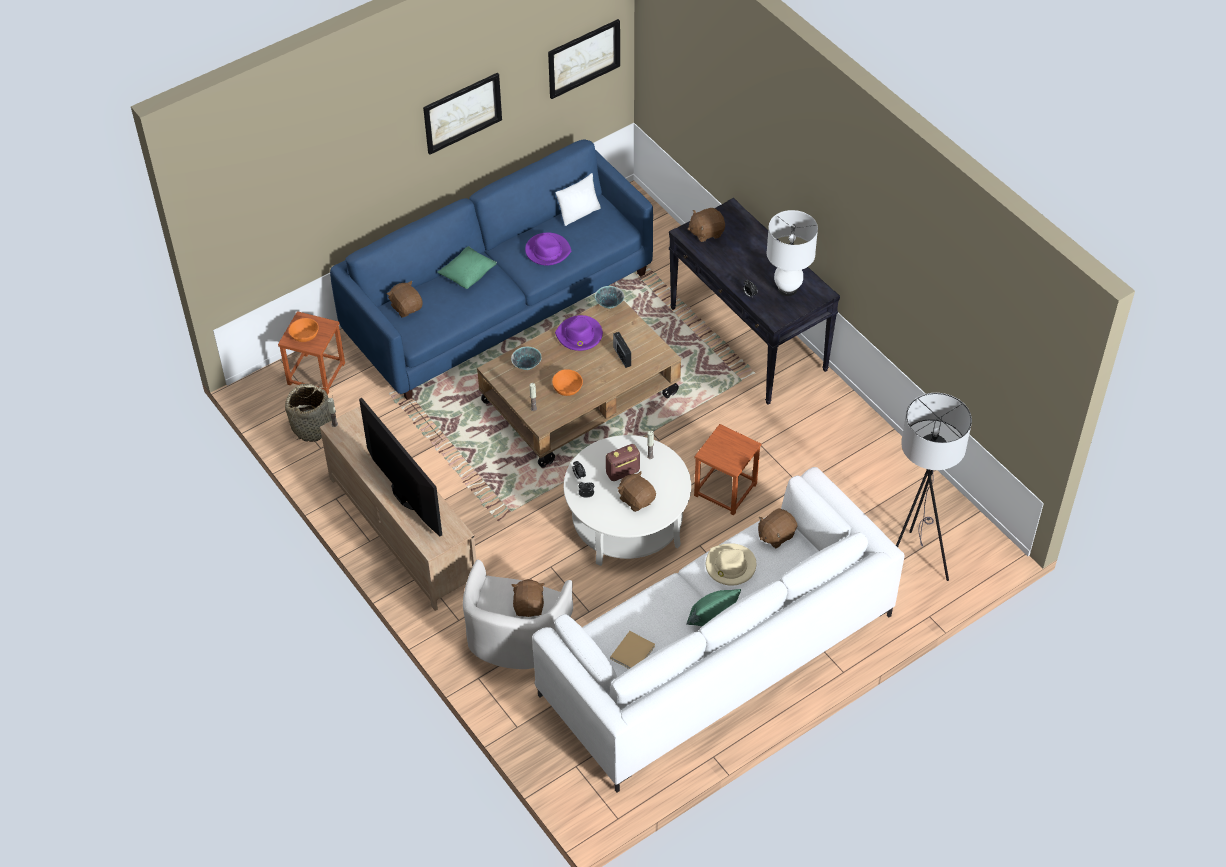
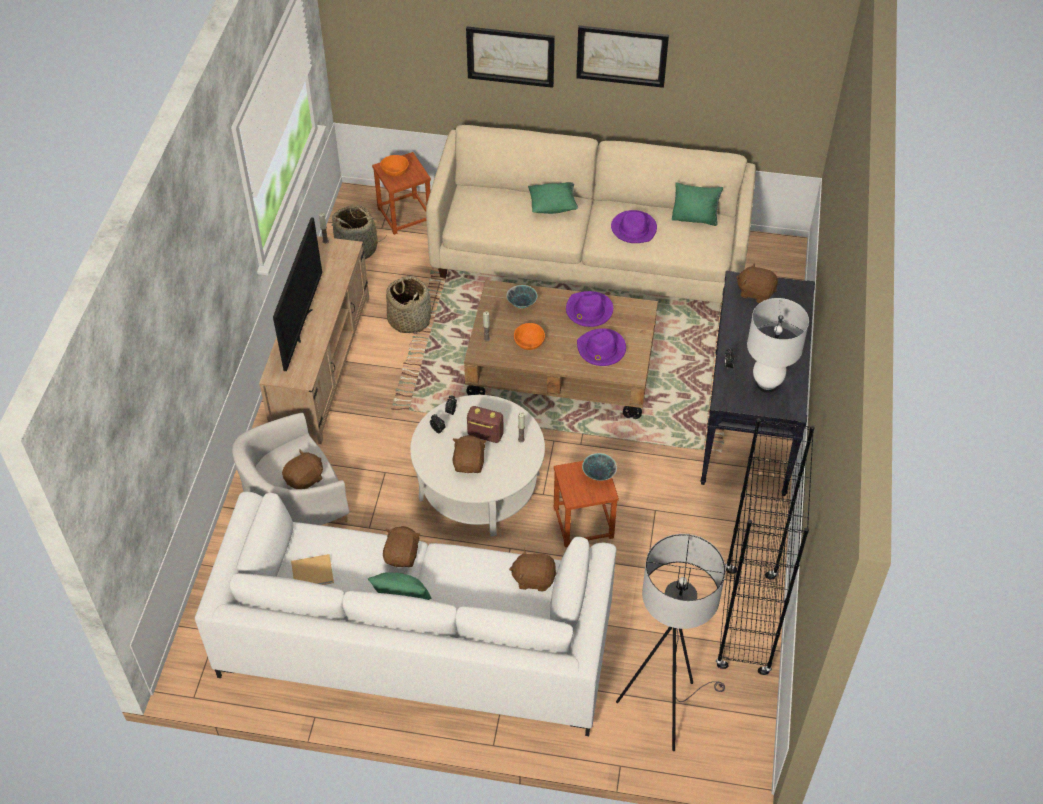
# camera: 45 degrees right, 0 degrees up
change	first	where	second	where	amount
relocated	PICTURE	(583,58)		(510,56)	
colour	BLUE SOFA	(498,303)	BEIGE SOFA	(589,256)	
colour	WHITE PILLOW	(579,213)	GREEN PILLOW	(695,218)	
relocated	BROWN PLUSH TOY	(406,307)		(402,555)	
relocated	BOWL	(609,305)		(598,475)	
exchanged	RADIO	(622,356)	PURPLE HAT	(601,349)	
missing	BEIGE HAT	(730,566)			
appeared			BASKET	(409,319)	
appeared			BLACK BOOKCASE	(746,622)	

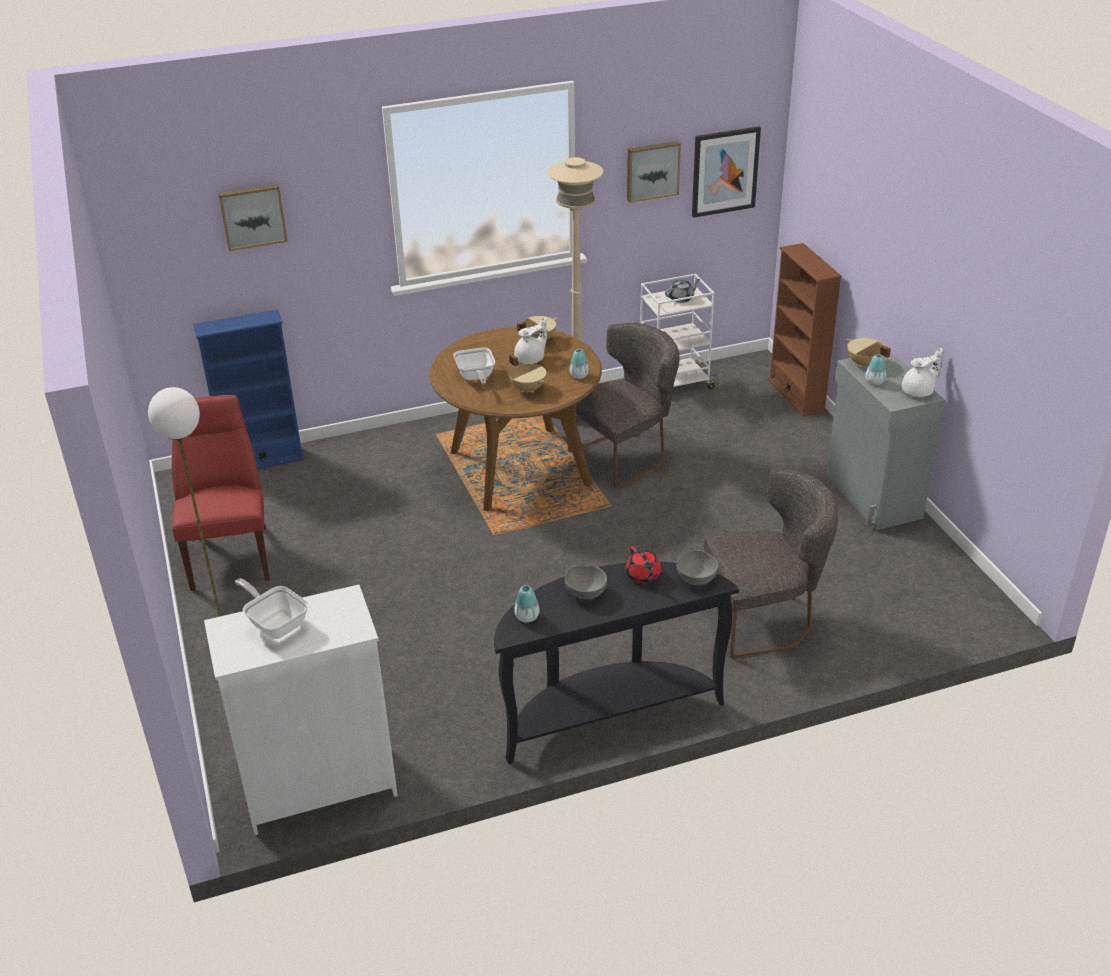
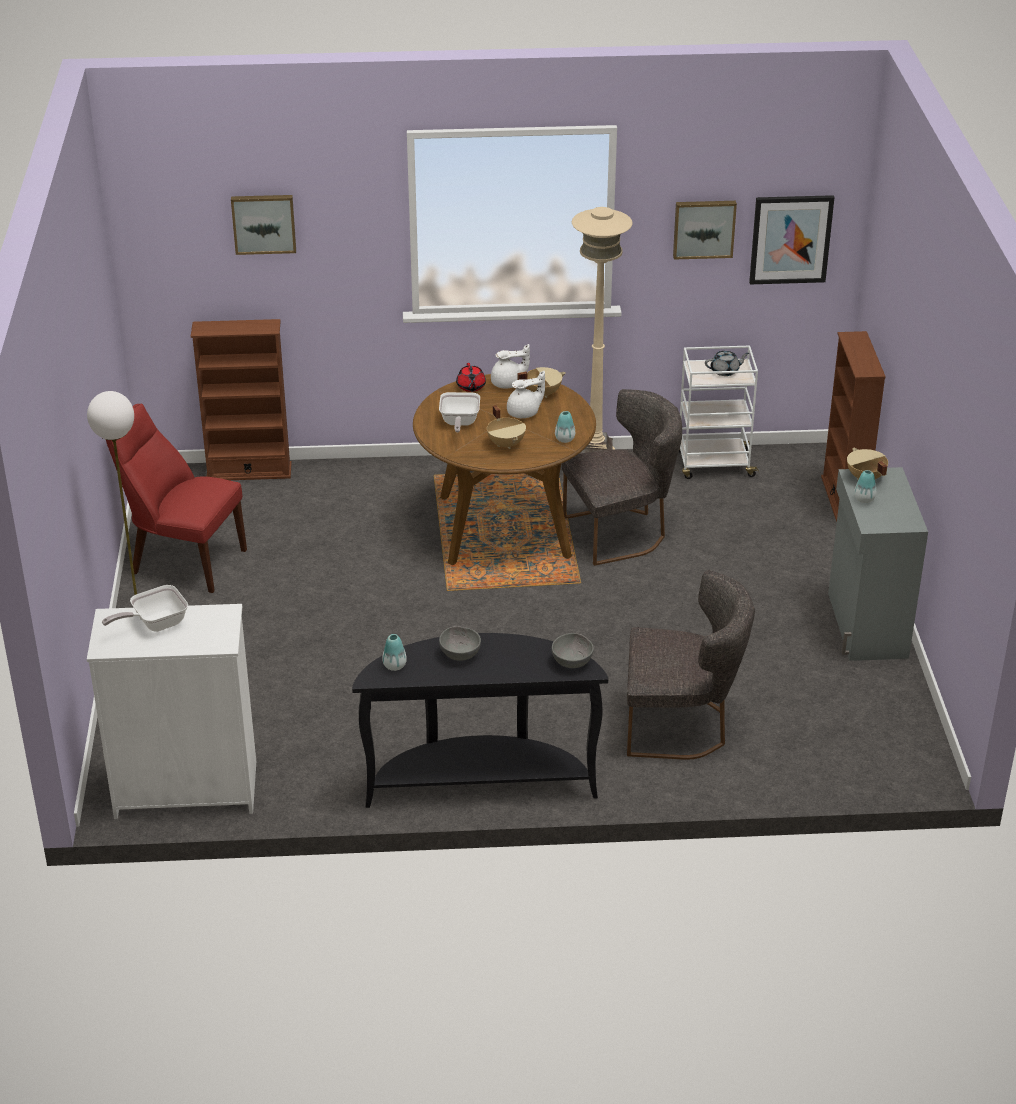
# camera: 15 degrees right, 0 degrees up
change	first	where	second	where	amount
colour	BLUE BOOKCASE	(263,460)	BROWN BOOKCASE	(249,472)	
relocated	WHITE TEAPOT	(919,391)		(508,384)	
spun	RED CHAIR	(231,554)		(184,561)	75 degrees counterclockwise
relocated	RED TEAPOT	(643,576)		(471,387)	
spun	FRYING PAN	(275,623)		(155,624)	90 degrees counterclockwise

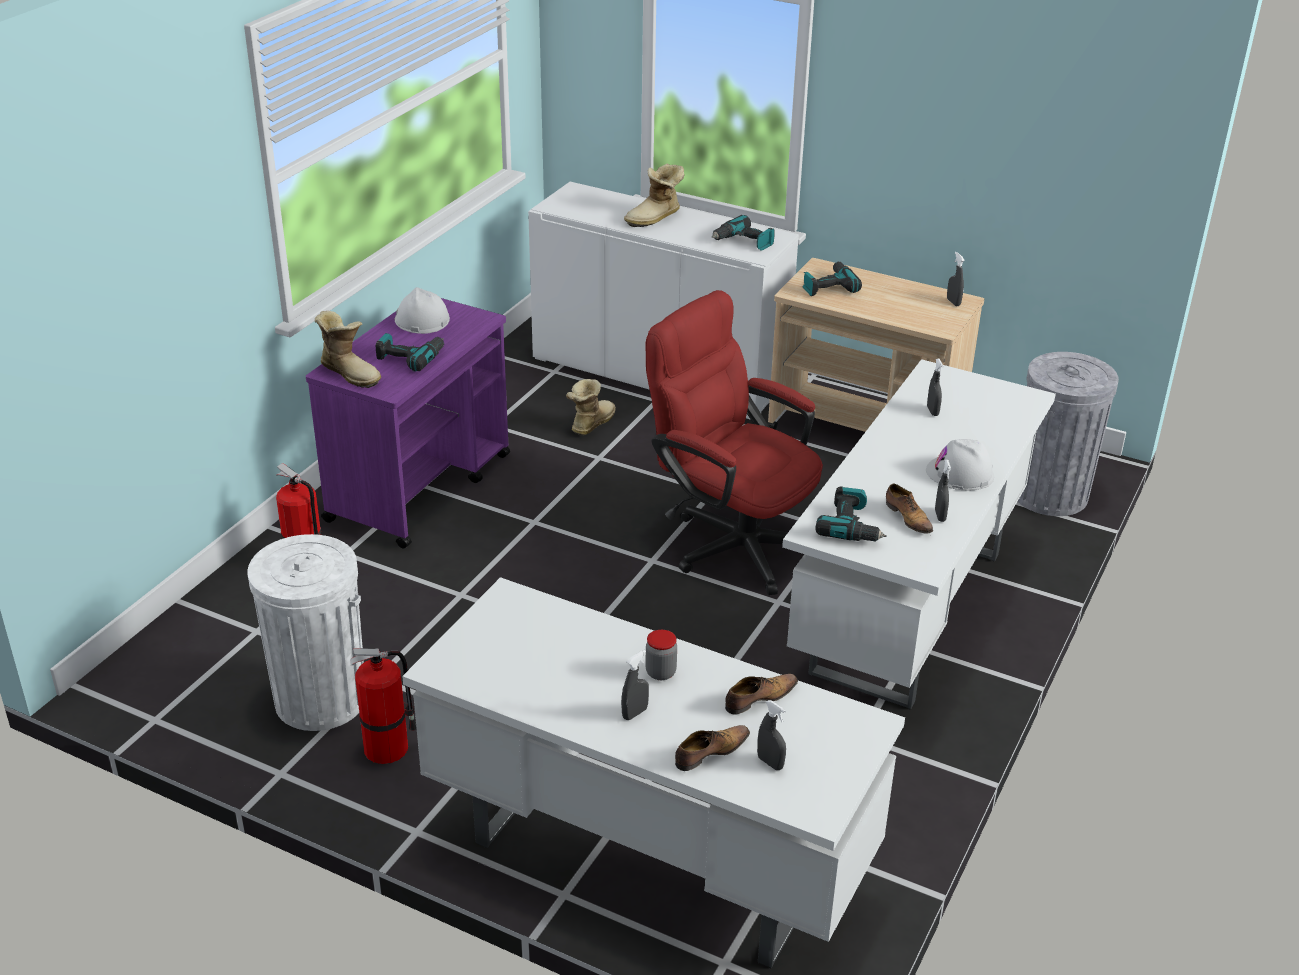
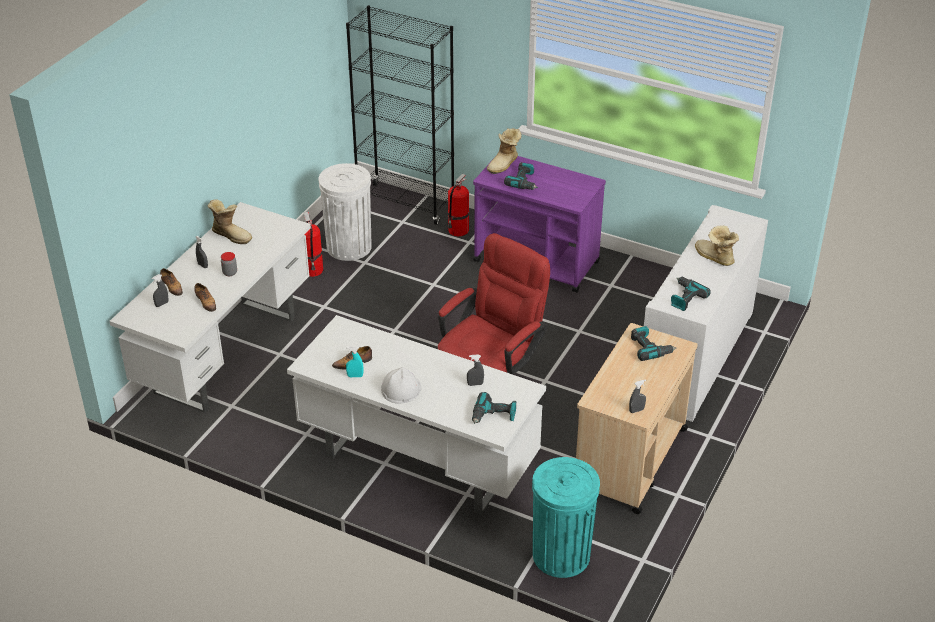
# camera: 90 degrees right, 5 degrees up
change	first	where	second	where	amount
missing	WHITE HARD HAT	(422,320)			
colour	GREY TRASH CAN	(1049,494)	TURQUOISE TRASH CAN	(561,555)	
relocated	BOOT	(590,424)		(231,235)	
colour	GREY SPRAY BOTTLE	(940,516)	TURQUOISE SPRAY BOTTLE	(355,376)	
relocated	POWER DRILL	(851,526)		(493,416)	
appeared			BLACK BOOKCASE	(406,204)	

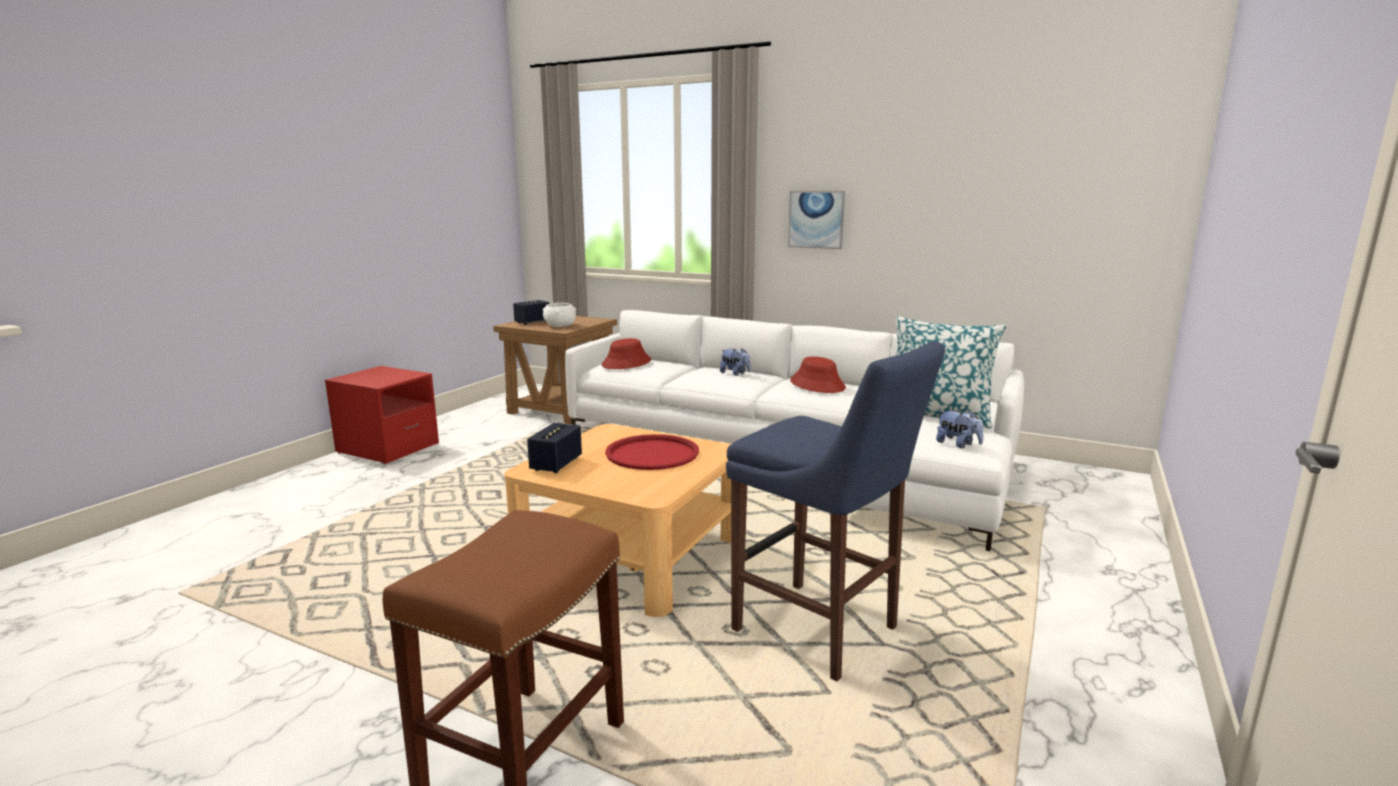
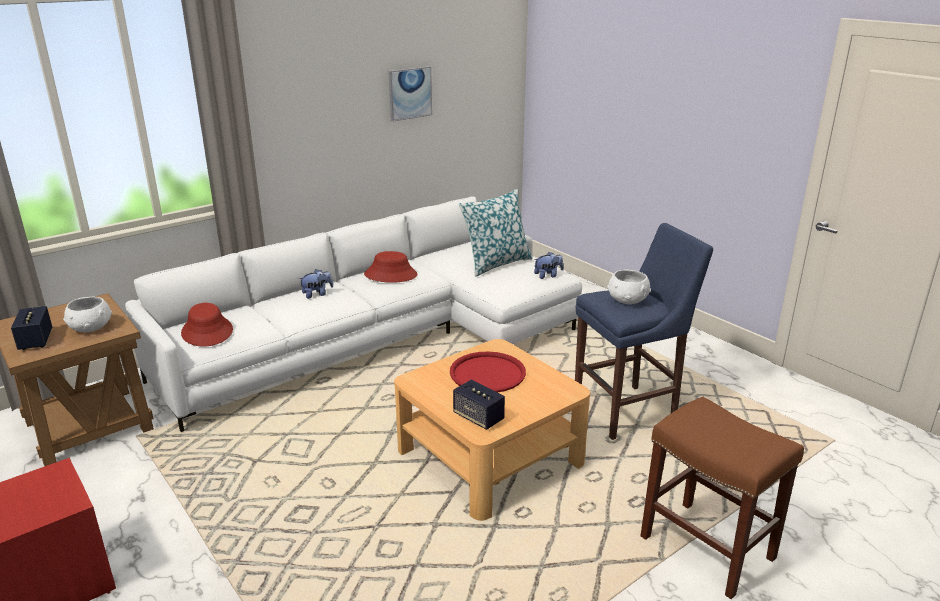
# camera: 65 degrees left, 10 degrees up
change	first	where	second	where	amount
relocated	PICTURE	(816,219)		(410,93)	
appeared			WHITE BOWL	(627,300)	

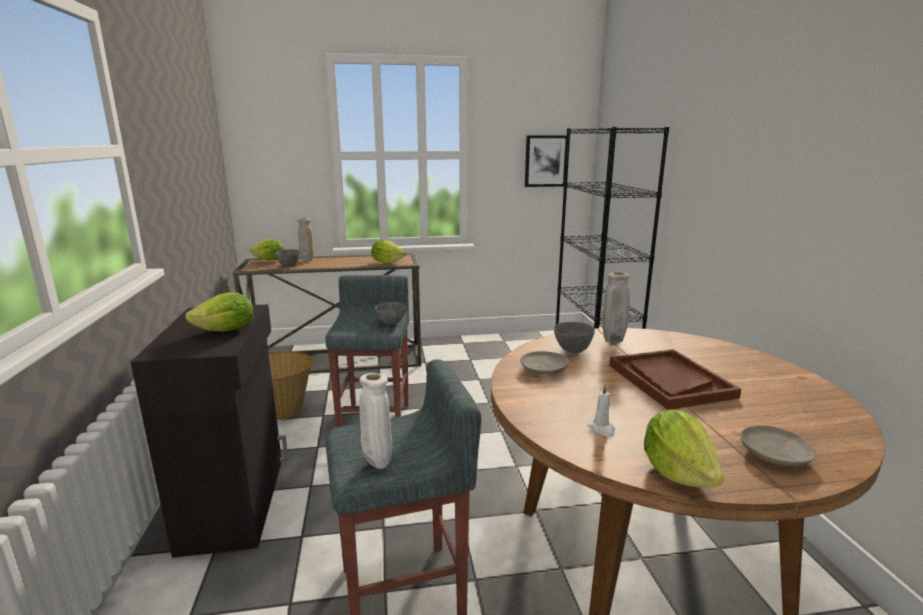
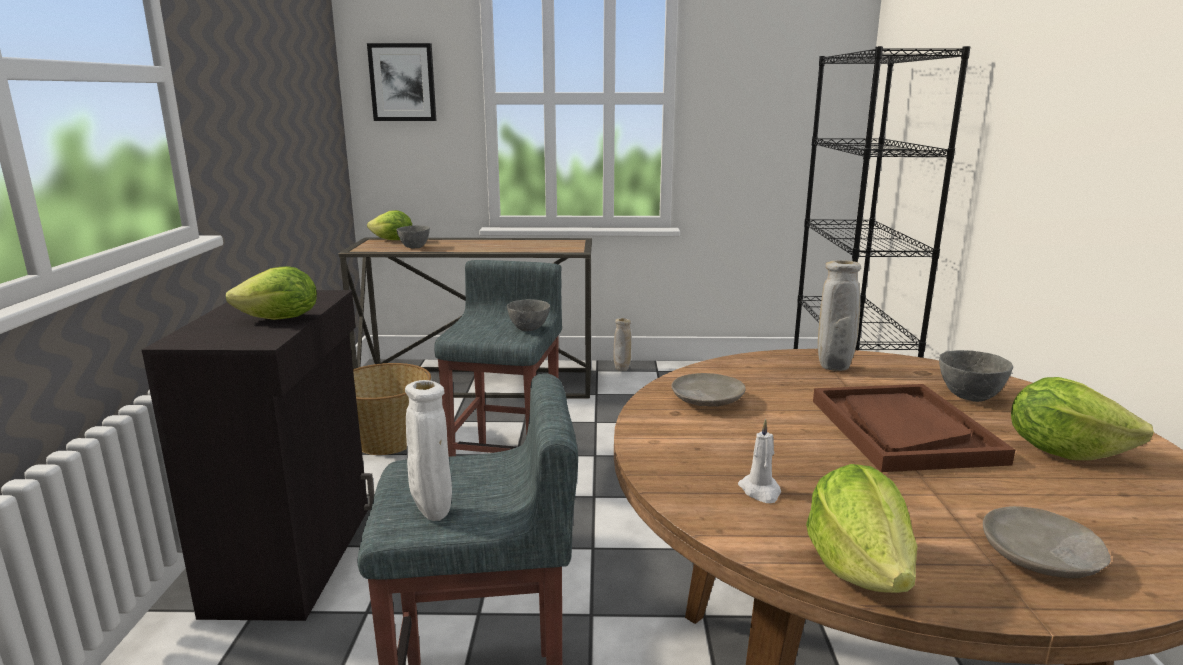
# camera: 10 degrees right, 0 degrees up
change	first	where	second	where	amount
relocated	PICTURE	(545,161)		(403,82)	
relocated	BEIGE VASE	(307,261)		(622,369)	
relocated	LETTUCE	(387,262)		(1063,452)	
relocated	GREY BOWL	(573,351)		(970,398)	

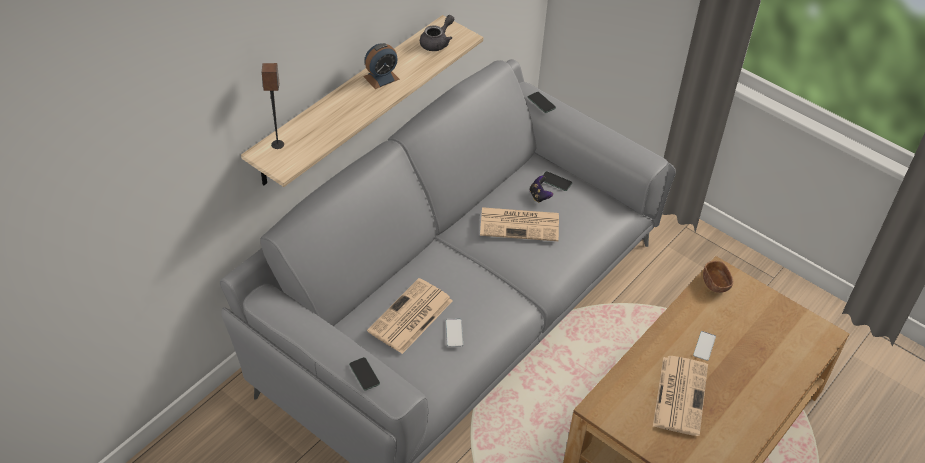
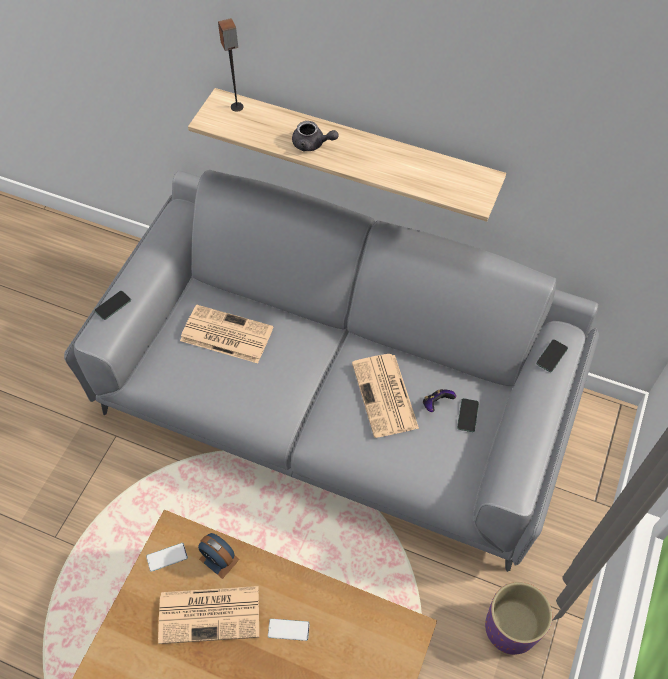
# camera: 75 degrees right, 10 degrees up
change	first	where	second	where	amount
relocated	GREY TEAPOT	(437,42)		(312,144)	
relocated	ALARM CLOCK	(381,78)		(219,559)	
missing	BROWN BOWL	(715,284)			
relocated	PHONE	(454,332)		(167,557)	
appeared			PURPLE PLANTER	(511,627)	

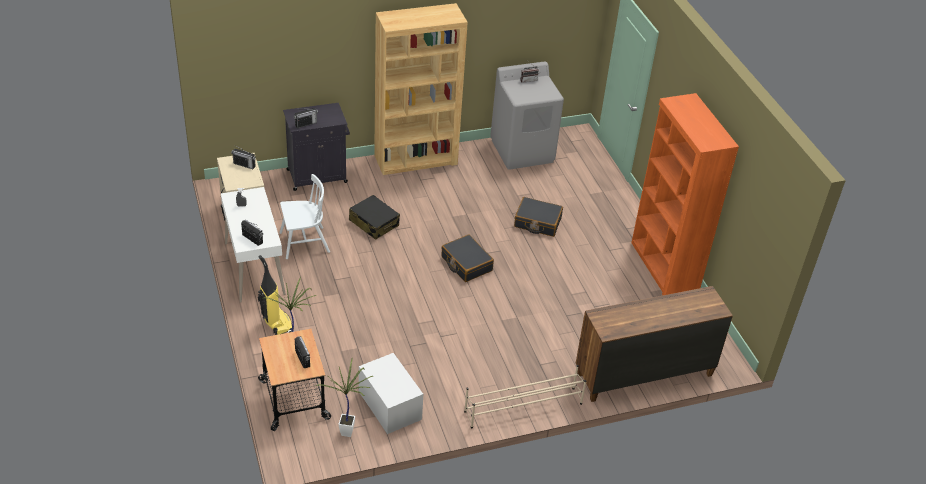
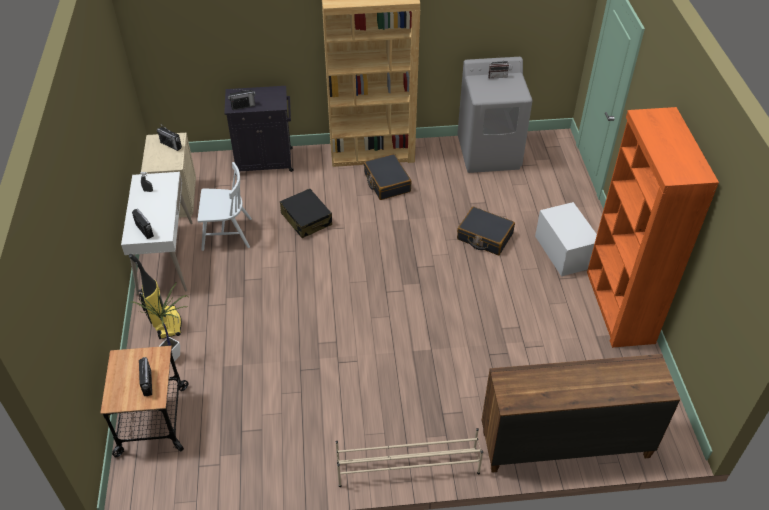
# camera: 15 degrees right, 5 degrees up
change	first	where	second	where	amount
relocated	BLACK SUITCASE	(466,264)		(386,182)	
relocated	WHITE STORAGE BOX	(390,405)		(564,251)	
missing	POTTED PLANT	(349,431)			

